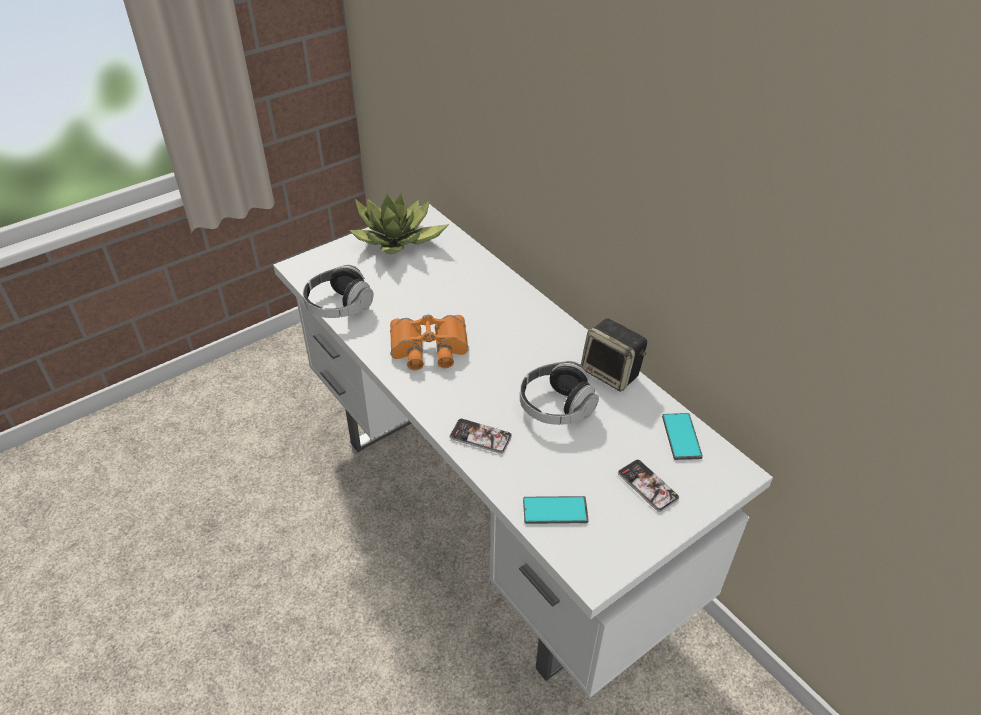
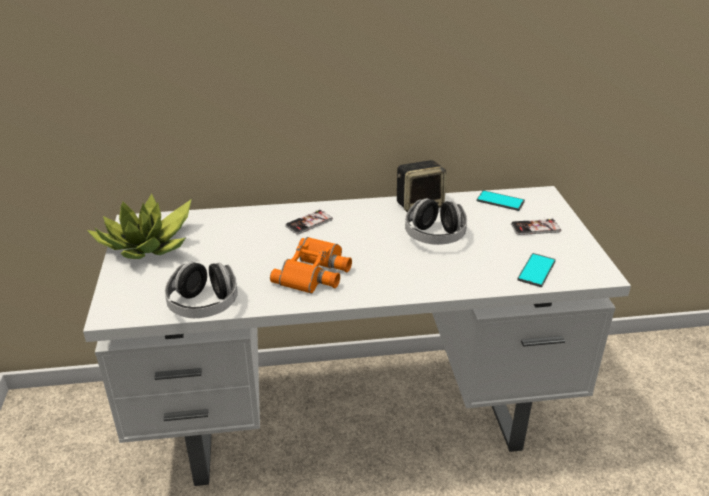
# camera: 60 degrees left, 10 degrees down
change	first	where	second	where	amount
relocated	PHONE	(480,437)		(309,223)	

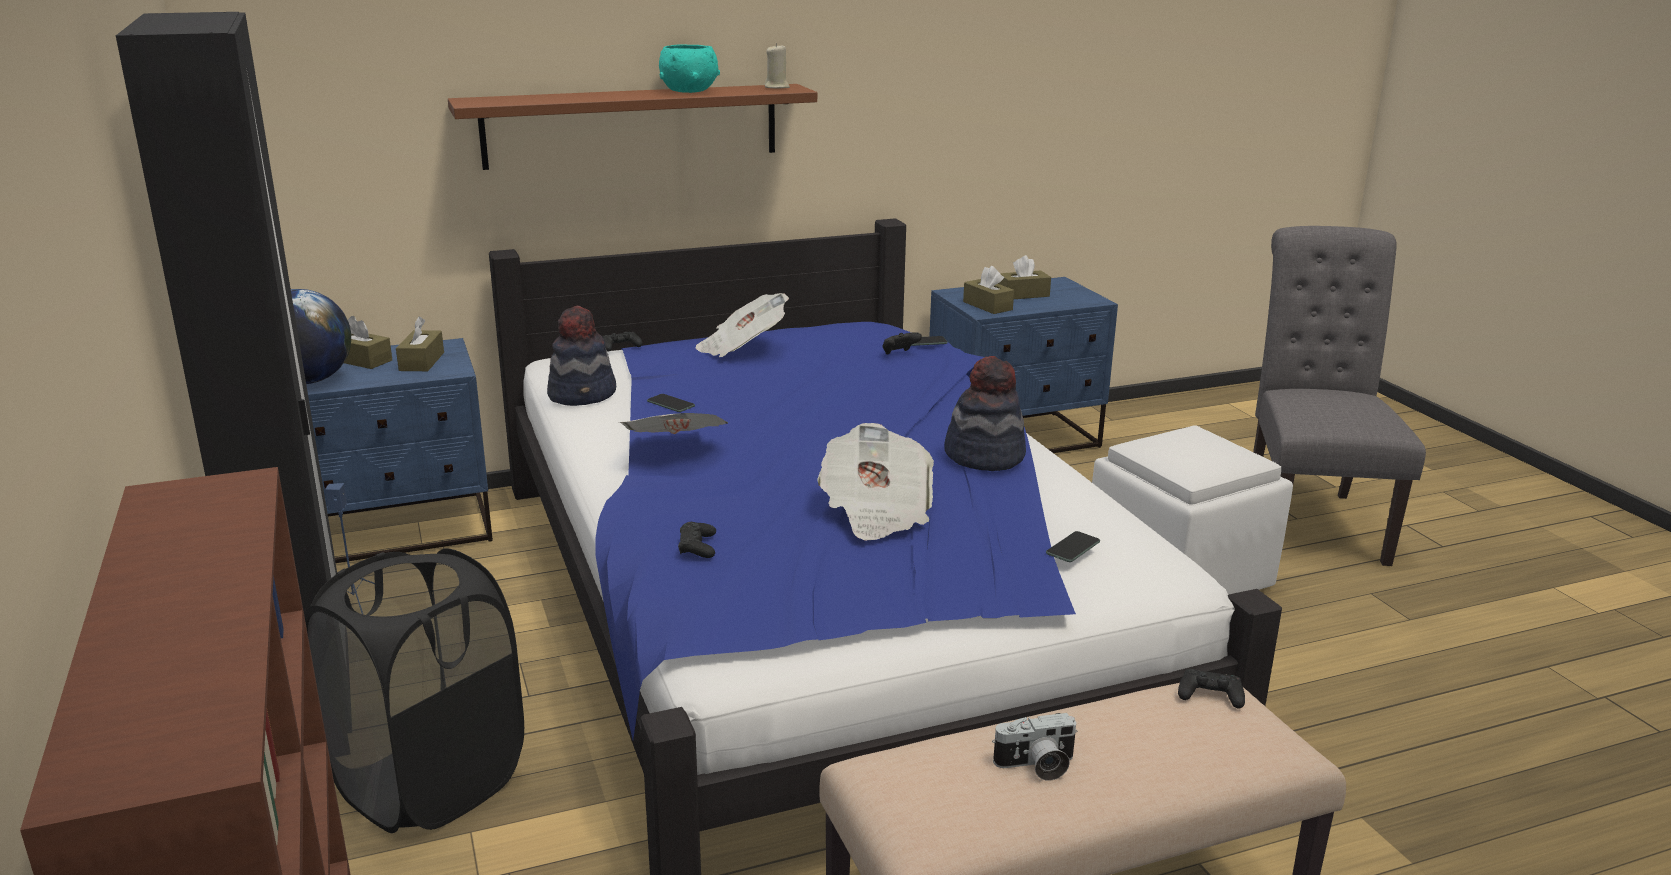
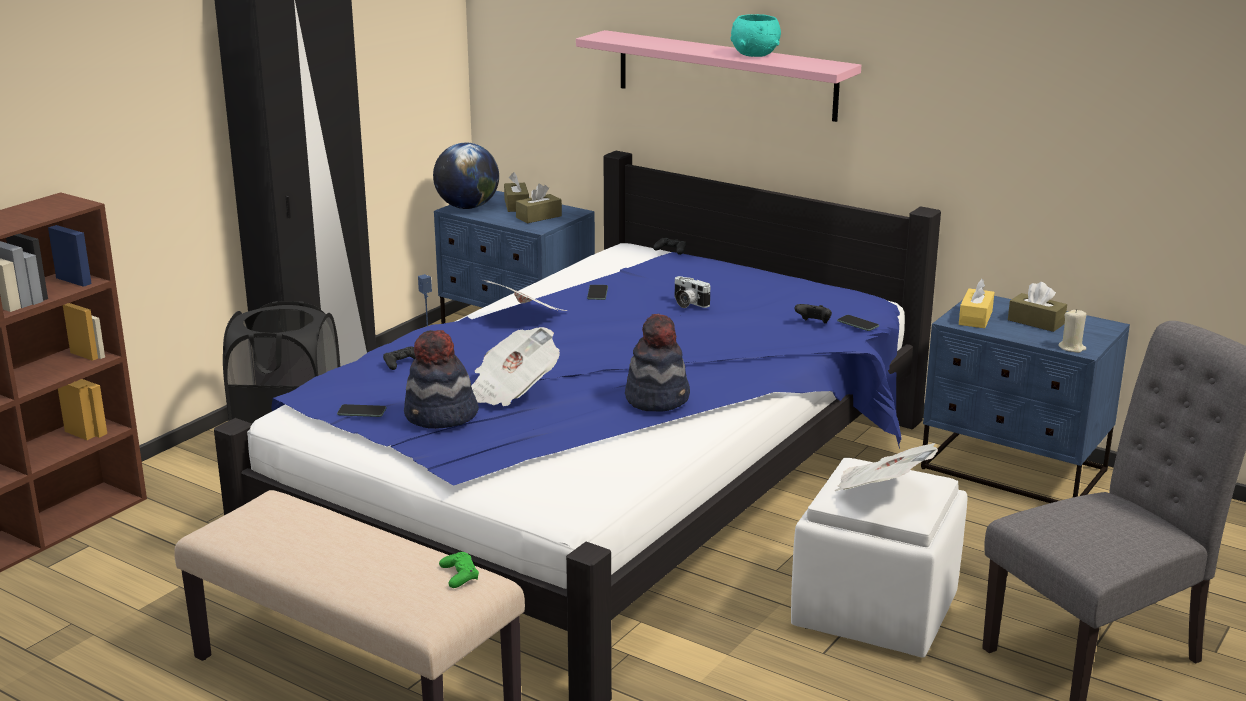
# camera: 55 degrees right, 0 degrees up
change	first	where	second	where	amount
relocated	BEIGE CANDLE	(777,87)		(1072,348)	
colour	BROWN SHELF	(632,125)	PINK SHELF	(725,75)	
colour	BROWN TISSUE BOX	(987,306)	YELLOW TISSUE BOX	(975,318)	
relocated	NEWSPAPER	(742,348)		(881,491)	
relocated	HAT	(583,395)		(441,416)	
relocated	PHONE	(1073,548)		(361,411)	
colour	BLACK GAME CONTROLLER	(1210,695)	GREEN GAME CONTROLLER	(459,575)	
relocated	PHOTO CAMERA	(1036,766)		(688,303)	

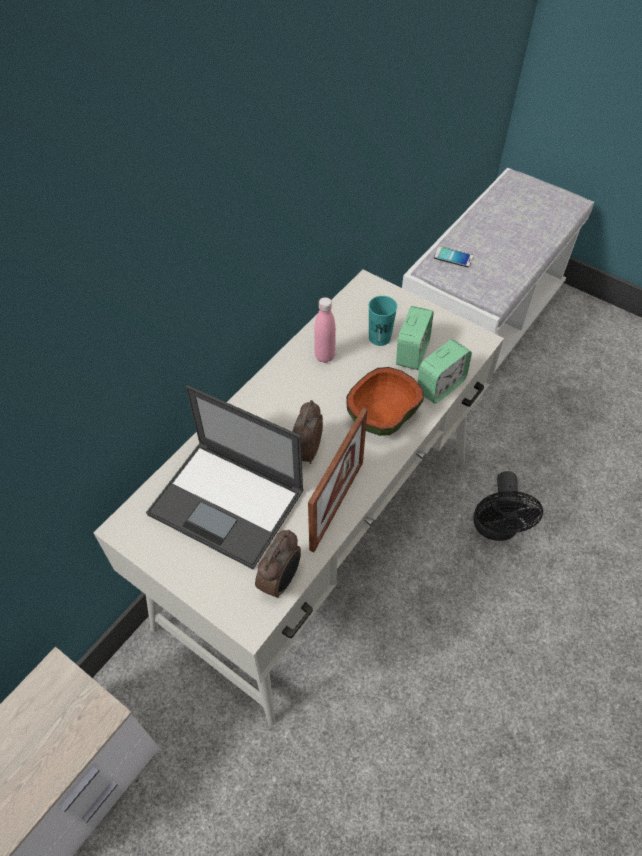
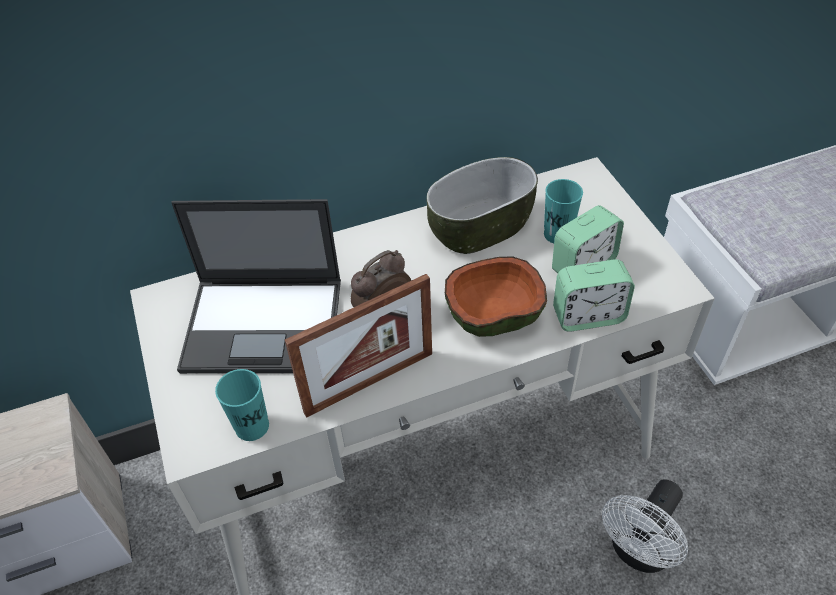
# camera: 35 degrees right, 5 degrees down
change	first	where	second	where	amount
missing	PHONE	(453,257)			
exchanged	PINK BOTTLE	(324,356)	BOWL	(480,228)	
spun	LAPTOP	(228,503)		(266,325)	60 degrees counterclockwise
colour	BLACK FAN	(496,529)	WHITE FAN	(638,552)	
exchanged	ALARM CLOCK	(281,580)	TURQUOISE CUP	(252,426)	

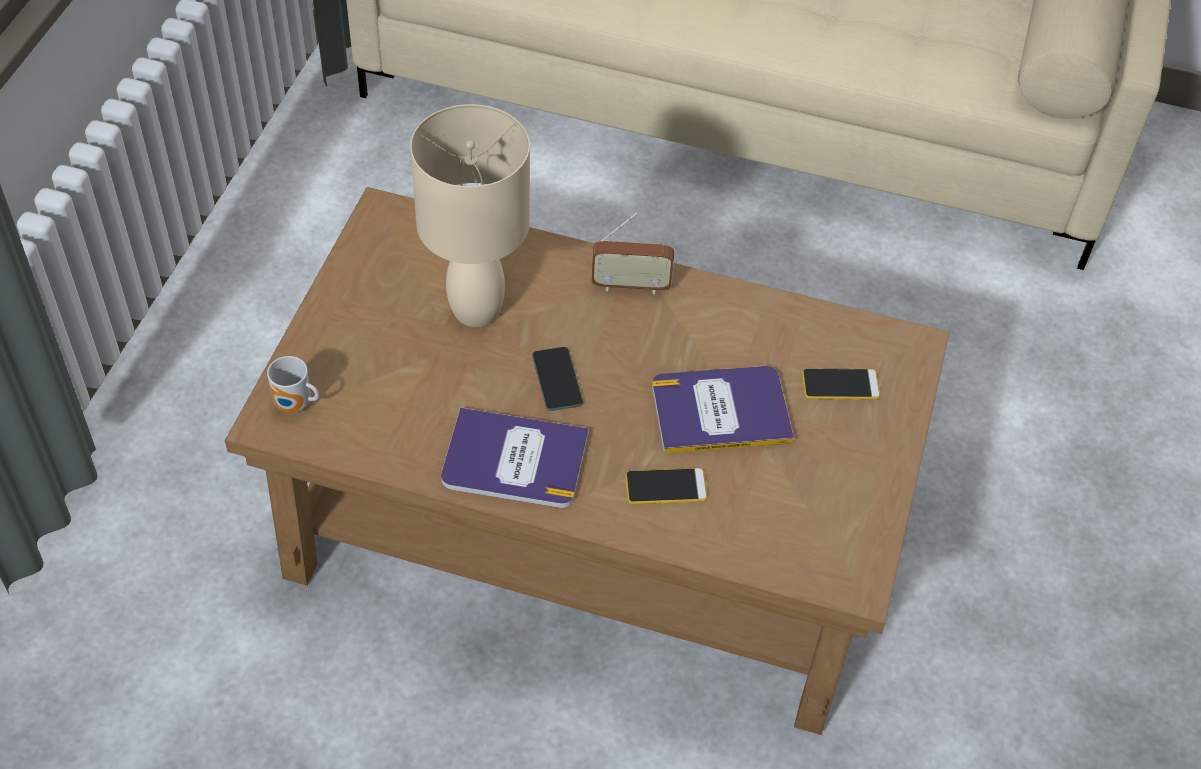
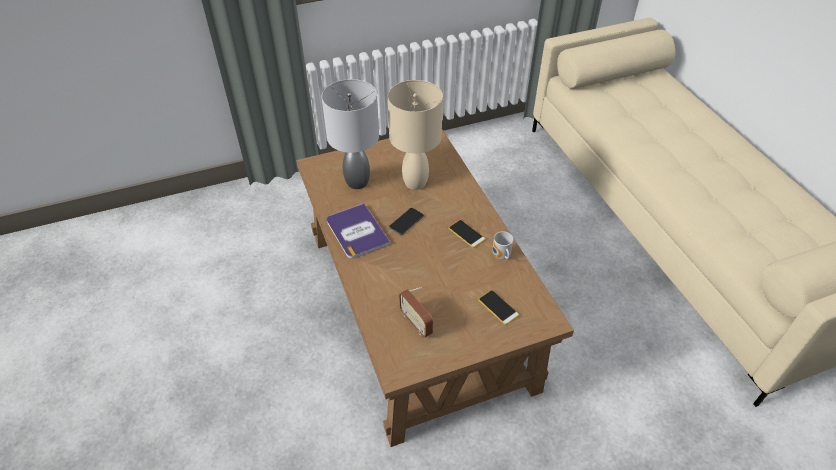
# camera: 55 degrees right, 5 degrees down
change	first	where	second	where	amount
relocated	RADIO	(630,285)		(416,323)	
relocated	MUG	(295,405)		(500,256)	
missing	BOOK	(720,411)			
relocated	PHONE	(665,487)		(466,234)	
appeared			GREY TABLE LAMP	(358,182)	

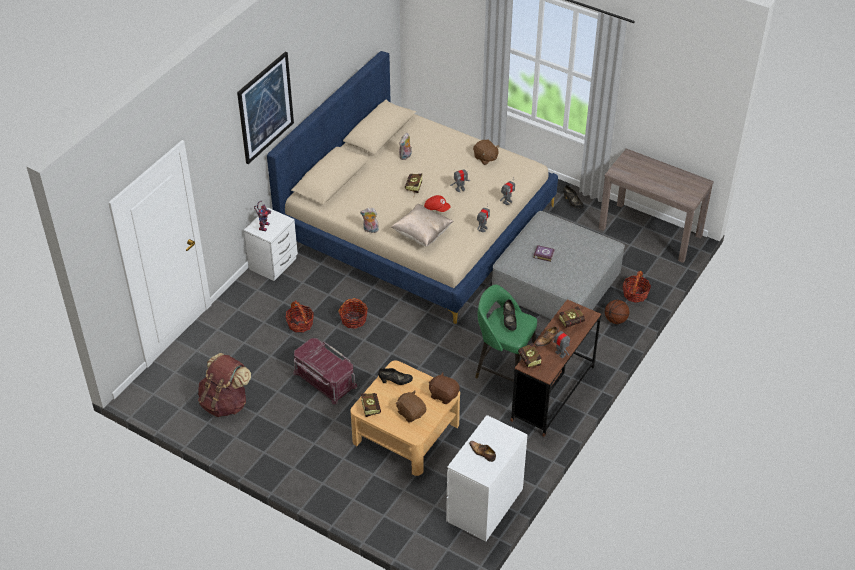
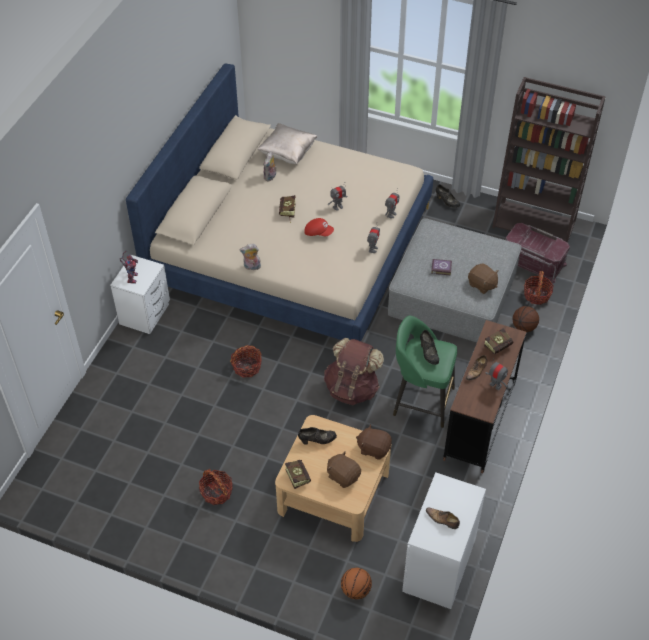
# camera: 10 degrees left, 5 degrees up
change	first	where	second	where	amount
missing	PICTURE	(265,107)			
relocated	BROWN PLUSH TOY	(485,158)		(482,285)	
exchanged	BROWN CONSOLE TABLE	(650,232)	BROWN BOOKCASE	(534,224)	
relocated	BEIGE PILLOW	(422,234)		(287,153)	
relocated	BASKET	(300,324)		(216,492)	
relocated	RED STORAGE BOX	(324,380)		(533,262)	
missing	BOOK	(530,363)			
relocated	BROWN BACKPACK	(225,403)		(352,388)	
appeared			BASKETBALL	(356,590)	

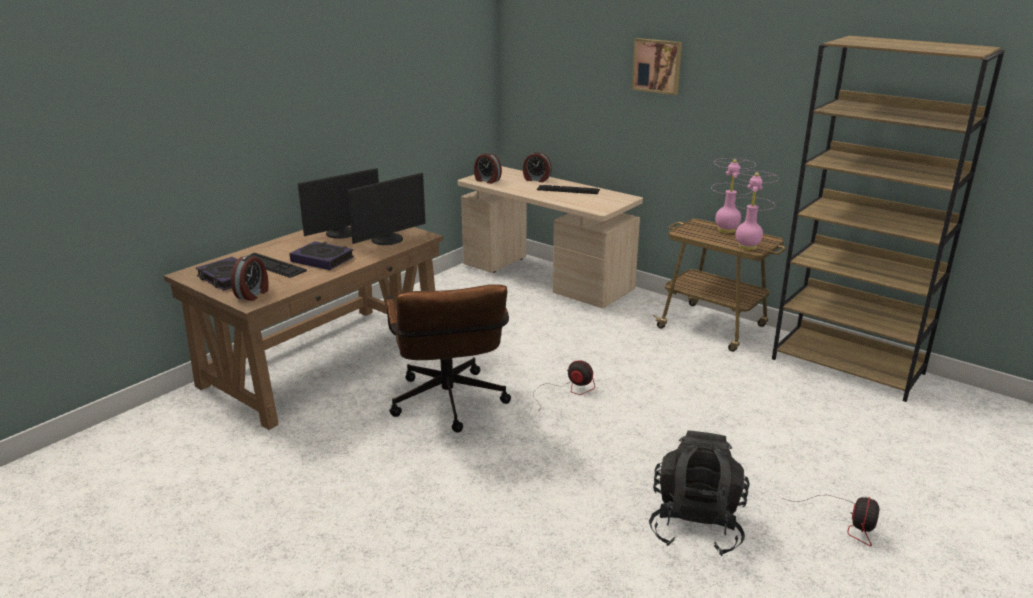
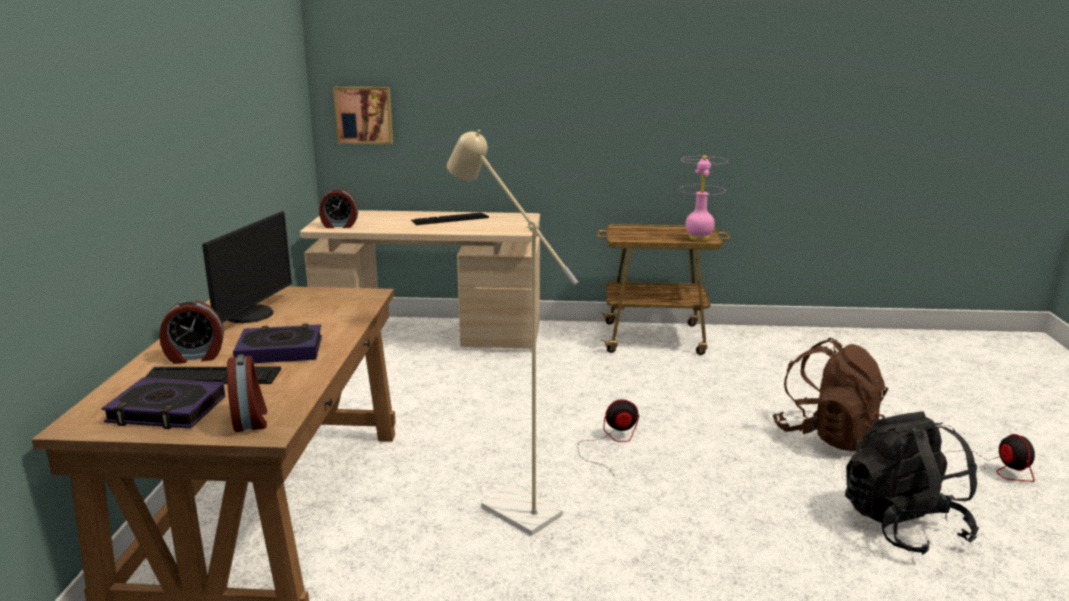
# camera: 35 degrees left, 5 degrees down
change	first	where	second	where	amount
missing	BROWN BOOKCASE	(848,366)			
relocated	PICTURE	(657,66)		(364,115)	
relocated	ALARM CLOCK	(536,179)		(195,357)	
missing	PINK TABLE LAMP	(726,230)			
missing	MONITOR	(388,240)			
exchanged	BROWN OFFICE CHAIR	(449,406)	BEIGE FLOOR LAMP	(510,506)	
appeared			BROWN BACKPACK	(827,435)	

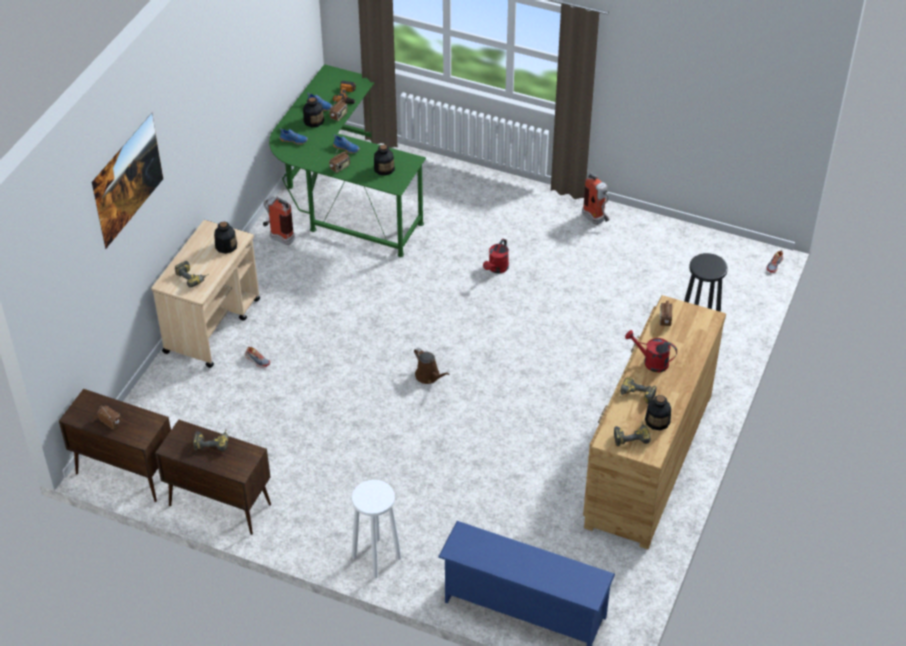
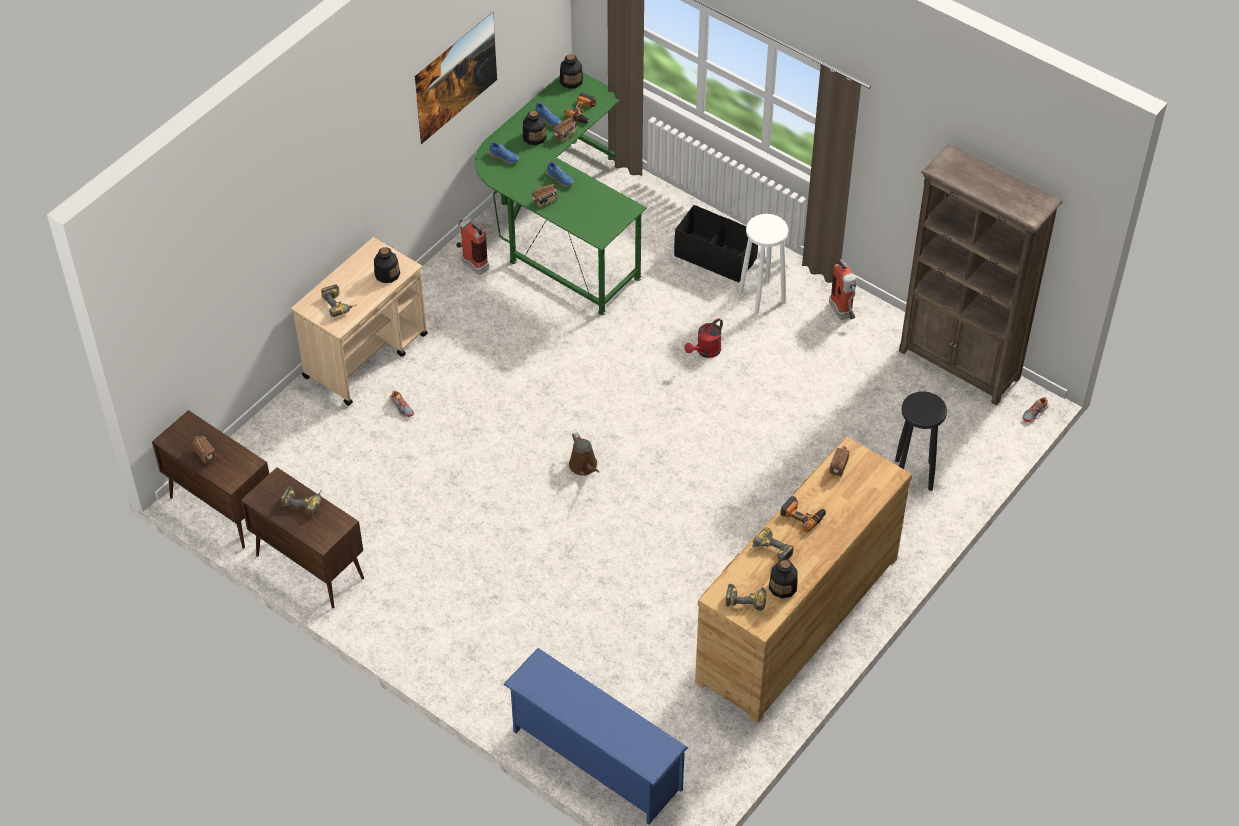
# camera: 15 degrees right, 5 degrees up
change	first	where	second	where	amount
relocated	PICTURE	(131,197)		(458,95)	
relocated	BOTTLE	(384,169)		(571,81)	
exchanged	RED WATERING CAN	(651,362)	POWER DRILL	(803,515)	
relocated	WHITE STOOL	(377,558)		(762,297)	
appeared			BROWN BOOKCASE	(960,365)	
appeared			BLACK STORAGE BOX	(715,257)	

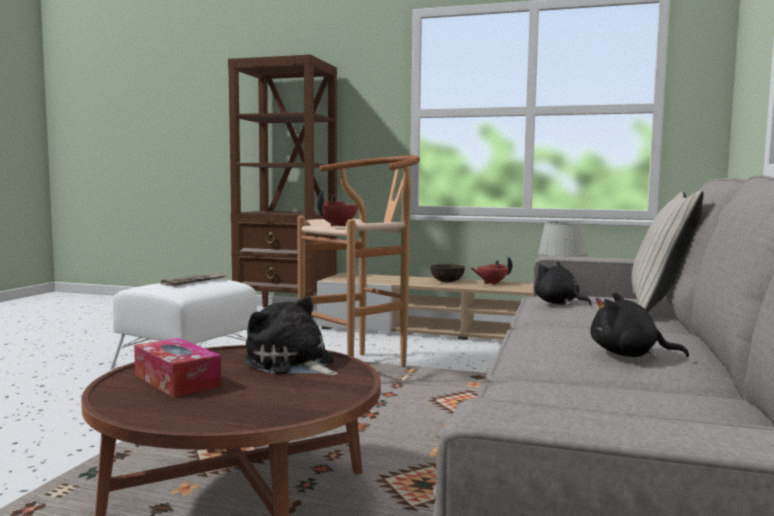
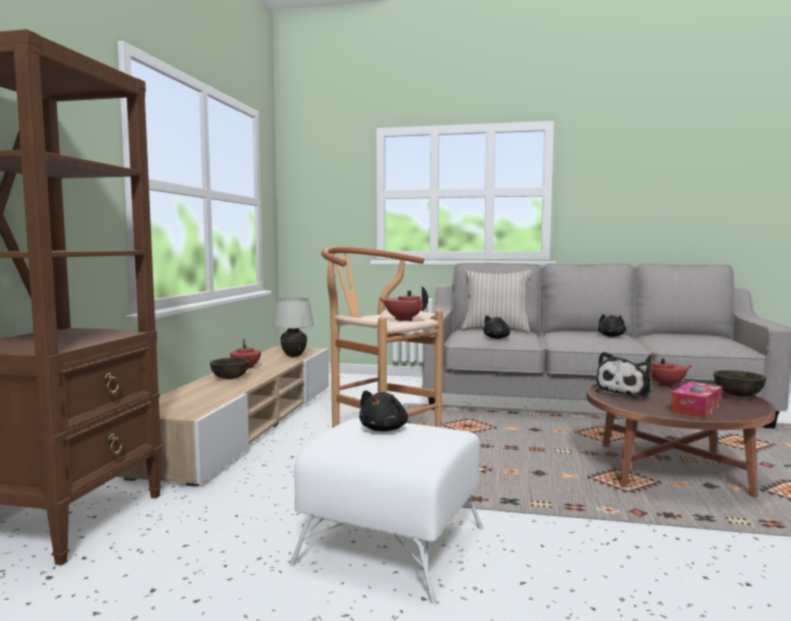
# camera: 95 degrees left, 0 degrees up
change	first	where	second	where	amount
exchanged	NEWSPAPER	(194,281)	BLACK PLUSH TOY	(384,429)	
appeared			RED TEAPOT	(667,385)	
appeared			BROWN BOWL	(738,395)	

